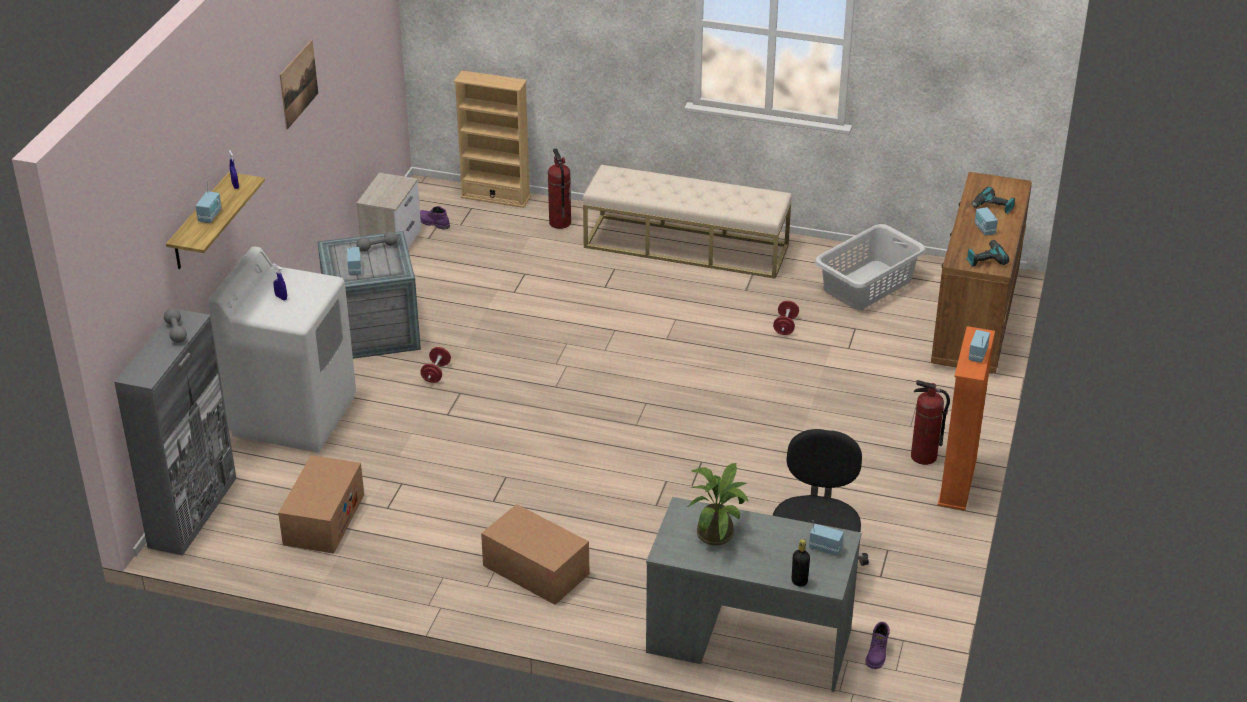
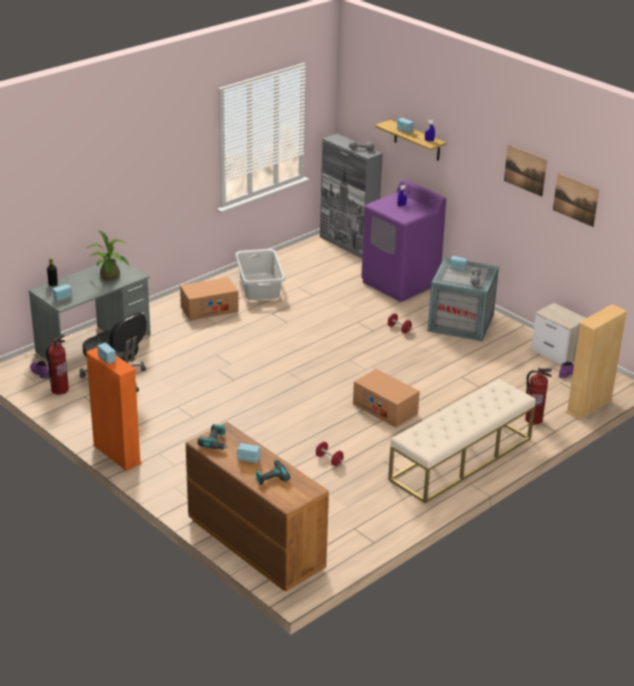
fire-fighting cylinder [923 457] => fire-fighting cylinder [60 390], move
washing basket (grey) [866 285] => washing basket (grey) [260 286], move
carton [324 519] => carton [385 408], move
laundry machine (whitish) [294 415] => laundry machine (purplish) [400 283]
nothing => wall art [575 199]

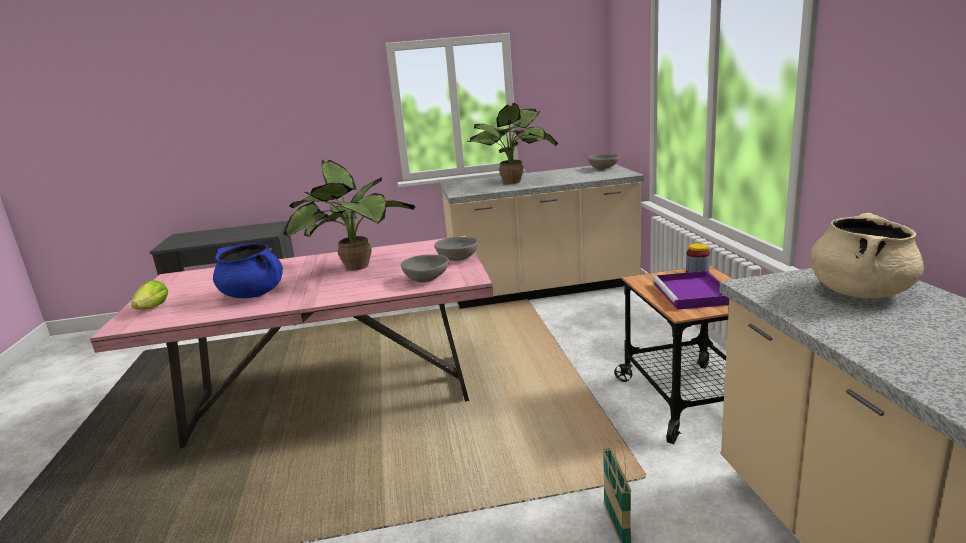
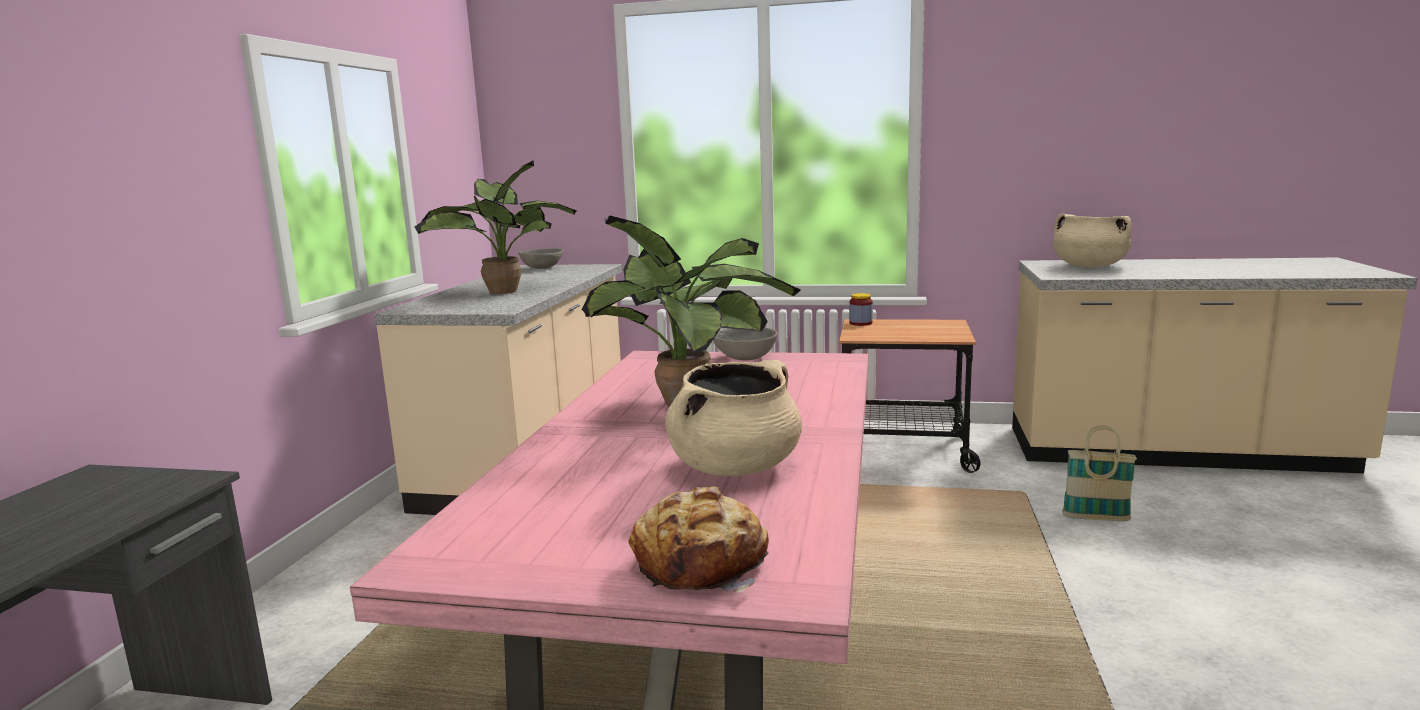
lettuce [151 309] => baked bread [702 563]
stockpot (blue-coloured) [253 294] => stockpot (beige-coloured) [735 467]
bowl (grey) [426 279] => nothing
serving tray (purplish) [693 294] => nothing

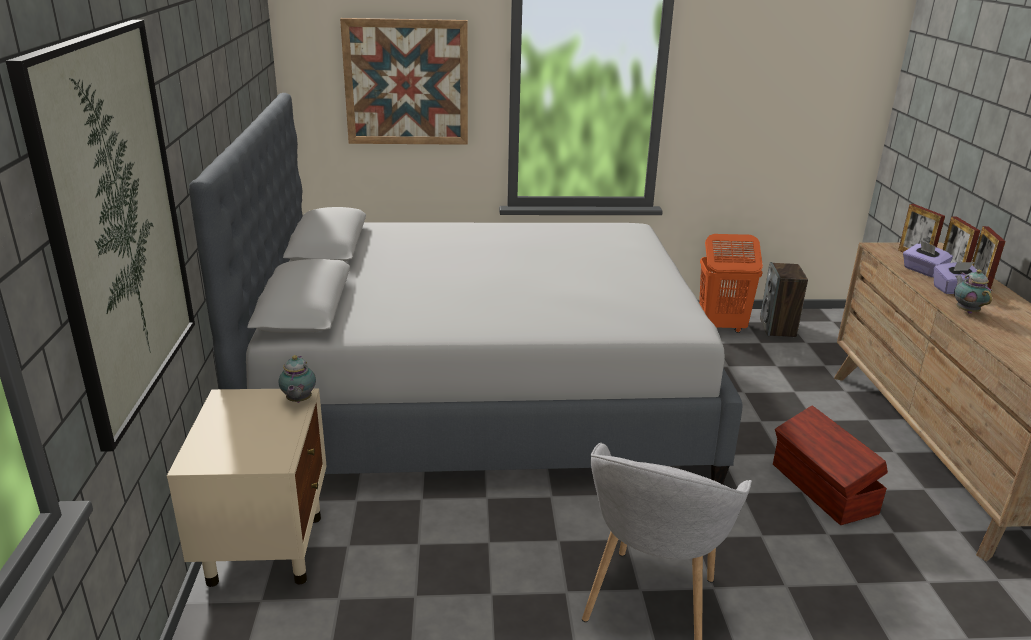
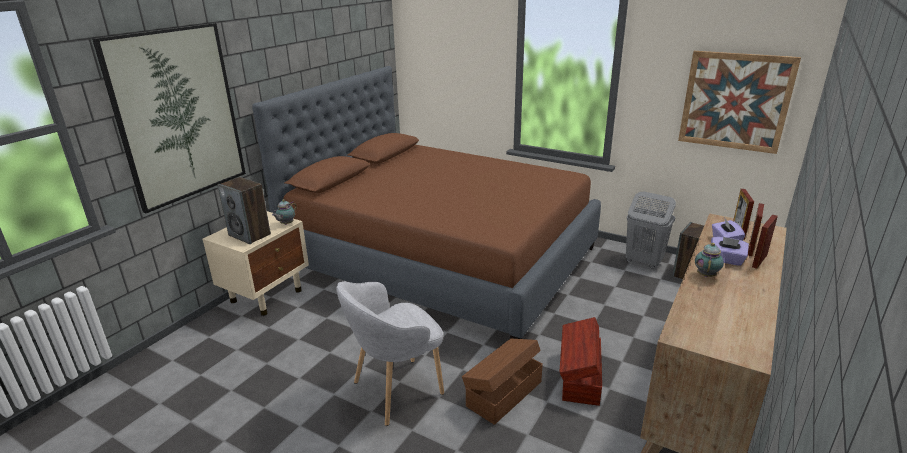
nothing => loudspeaker [250 235]
bed (grey) [481 394] => bed (brownish) [442 258]
nothing => storage bin (brownish) [502 393]
washing basket (orange-coloured) [720 327] => washing basket (grey) [643 262]
wall art [406 83] => wall art [735 101], move

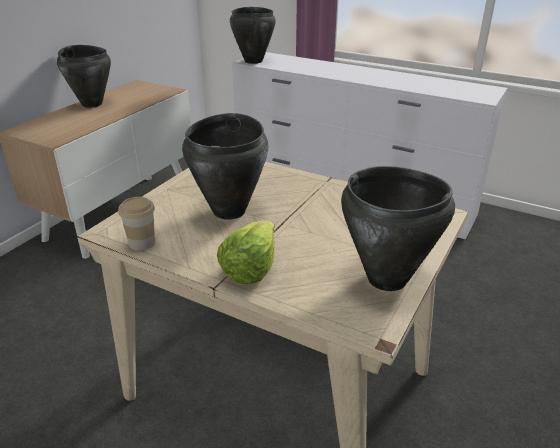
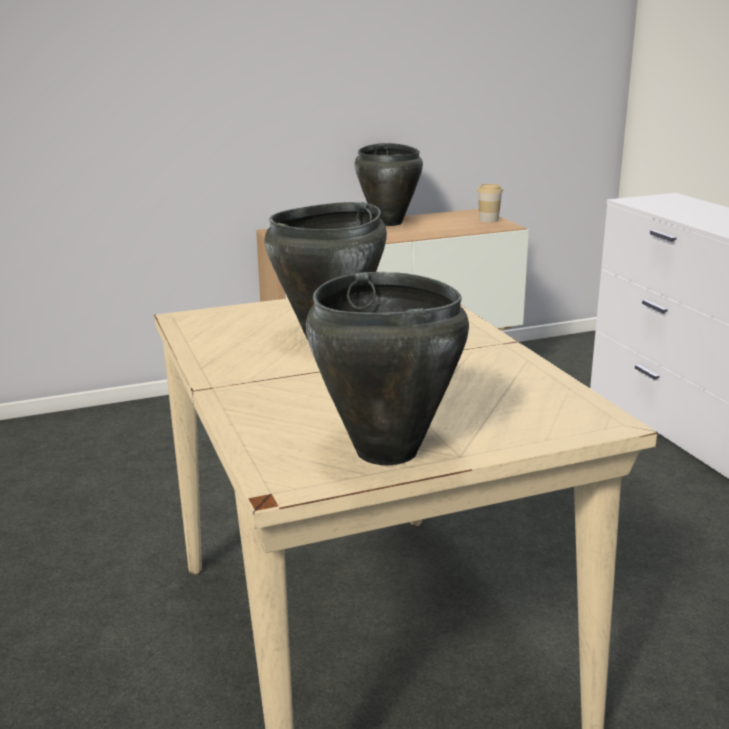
cup [142 243] => cup [488 220], move
lettuce [250 267] => nothing
stockpot (black) [253 61] => nothing

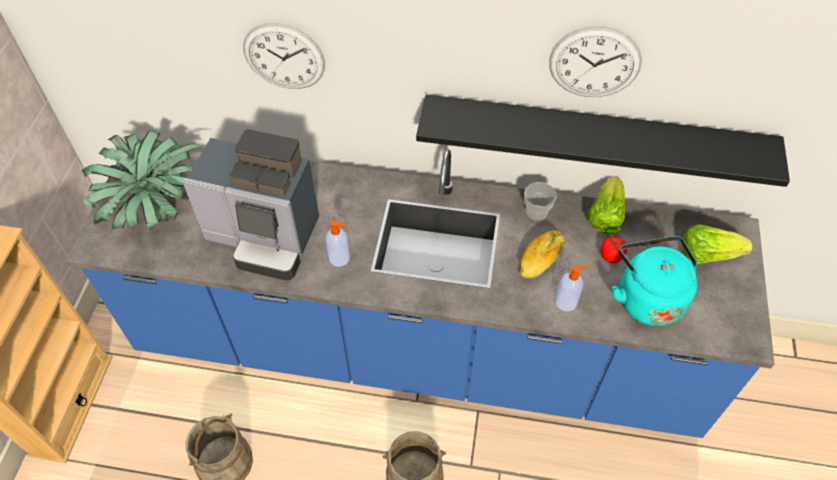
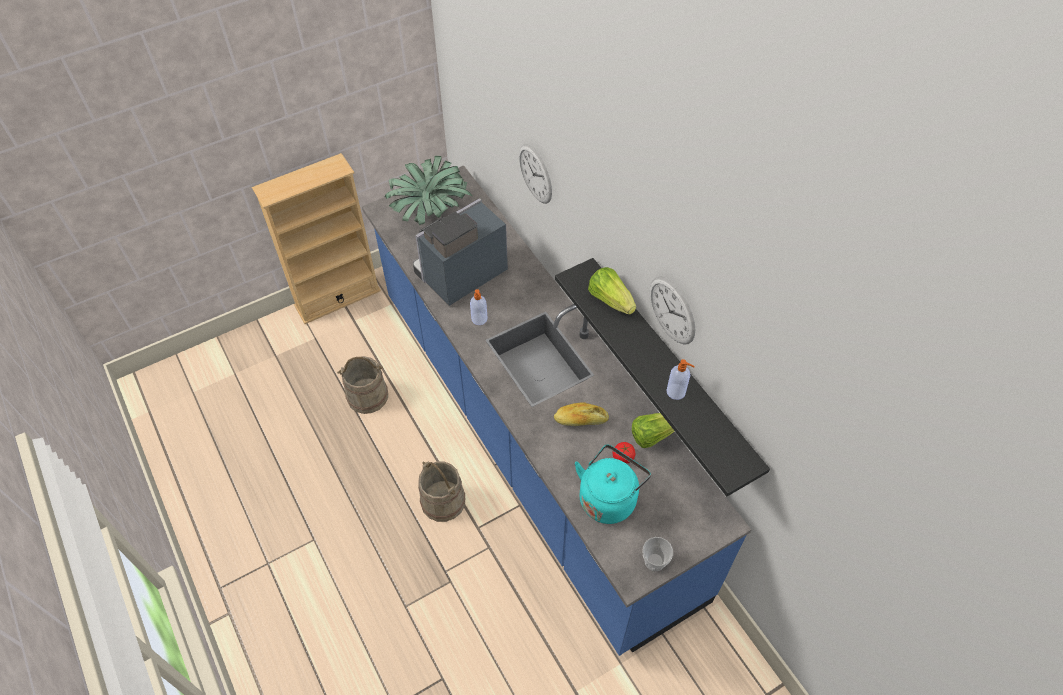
coffee machine [265 237] => coffee machine [459 275], 75 degrees clockwise
lettuce [707 255] => lettuce [610 300], move
cup [536 212] => cup [654 561], move
liquid soap bottle [566 302] => liquid soap bottle [676 392], move

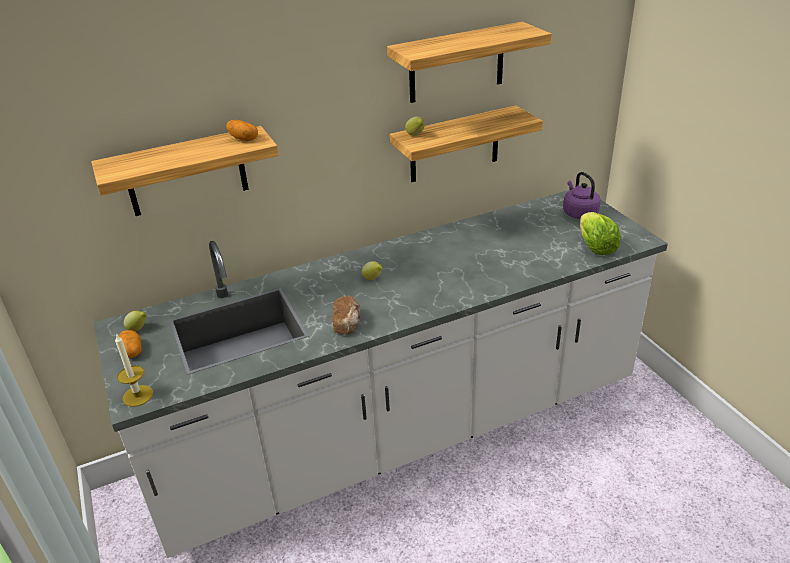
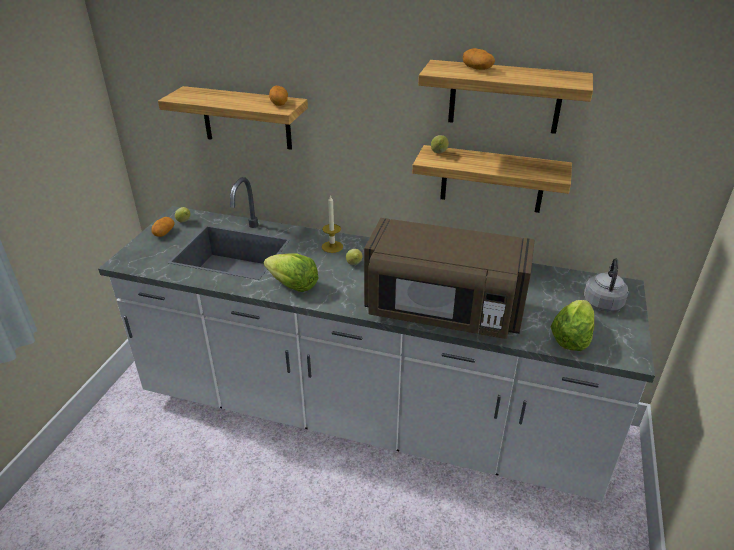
baked bread [347 323] => lettuce [292 285]
candle [138 396] => candle [332 247], move
nothing => microwave (brownish) [442 311]
nothing => whole potato [477 69]
kettle (purplish) [579 213] => kettle (grey) [603 302]

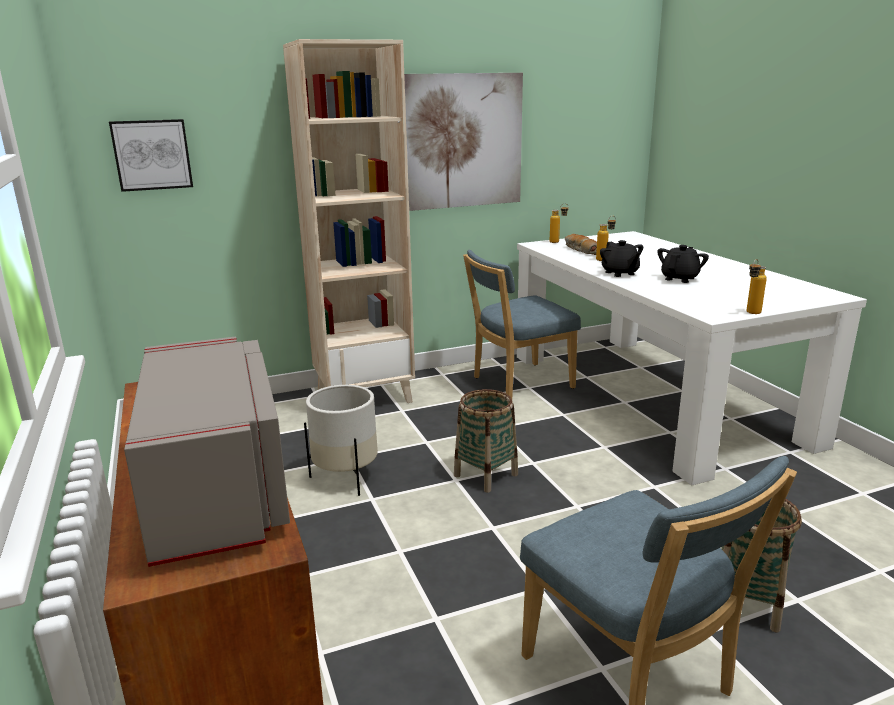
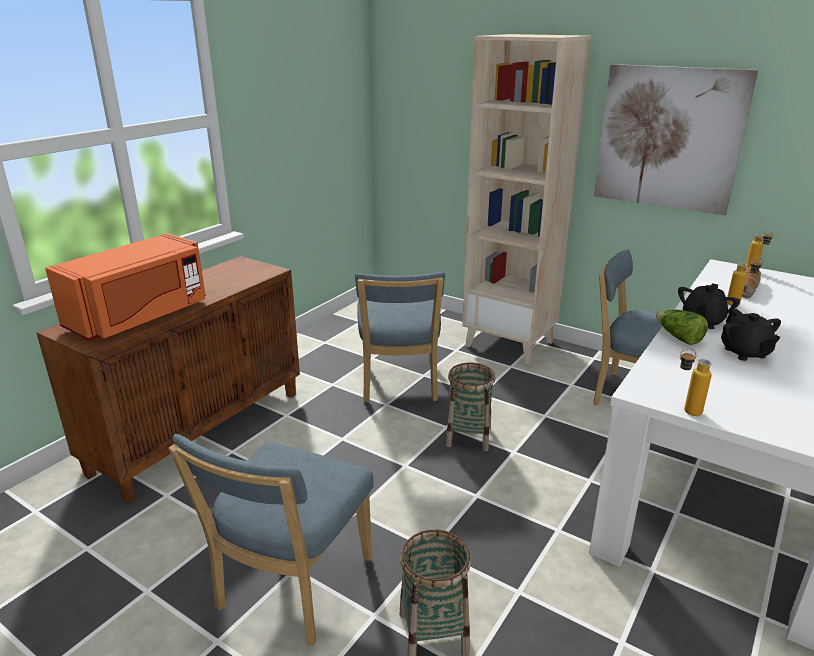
microwave (grey) [218 490] => microwave (orange-coloured) [140 316]
planter (whitish) [346 477] => plain chair (blue-coloured) [399 385]
nothing => lettuce [678 337]
tea pot (black) [680 278] => tea pot (black) [744 353], 75 degrees clockwise
wall art [152 155] => nothing

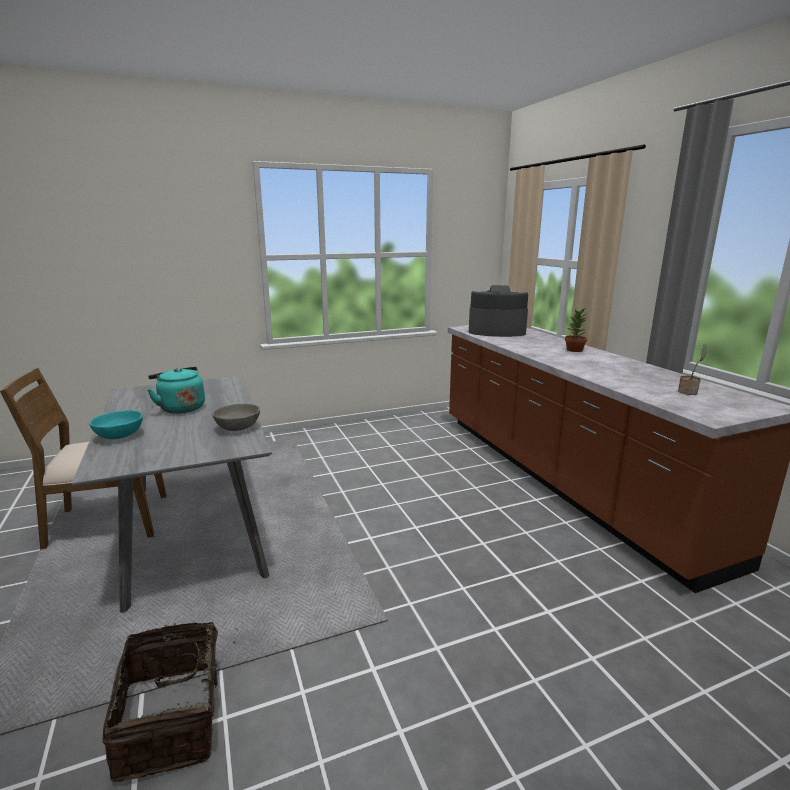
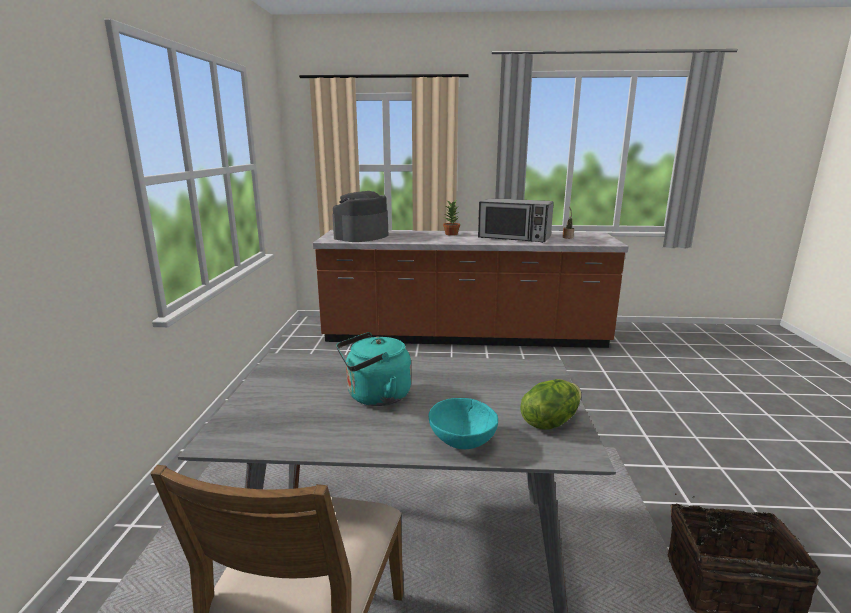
nothing => microwave [514 238]
nothing => lettuce [549 421]
bowl (grey) [238 428] => nothing

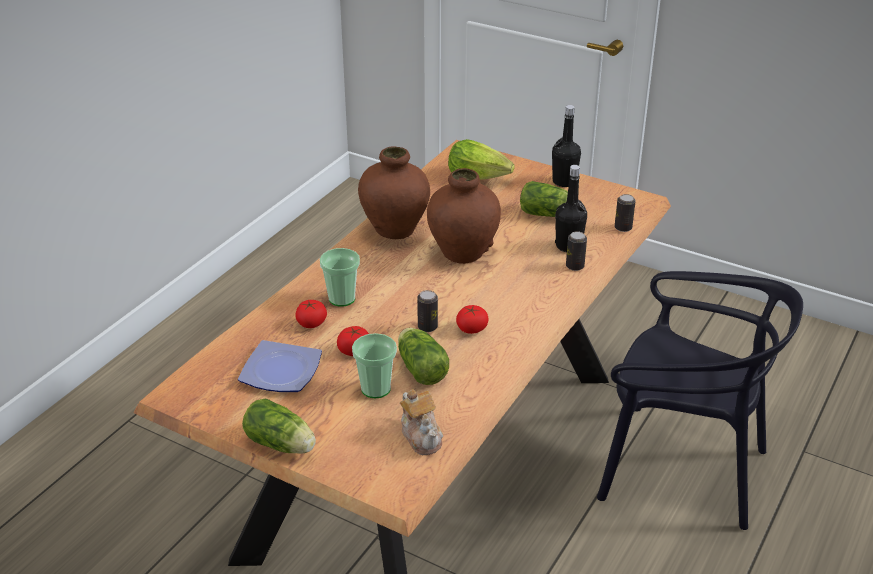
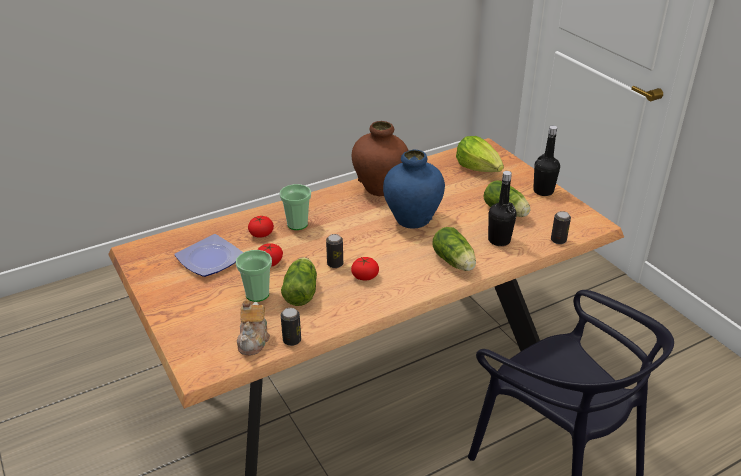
sealed can [575 266] => sealed can [292 340], move
decorative vase (brownish) [462 253] => decorative vase (blue-coloured) [412 220]
lettuce [282 445] => lettuce [455 263], move

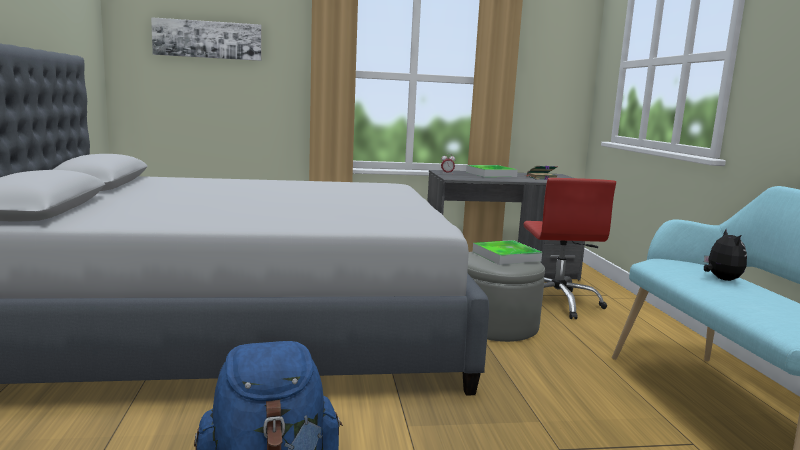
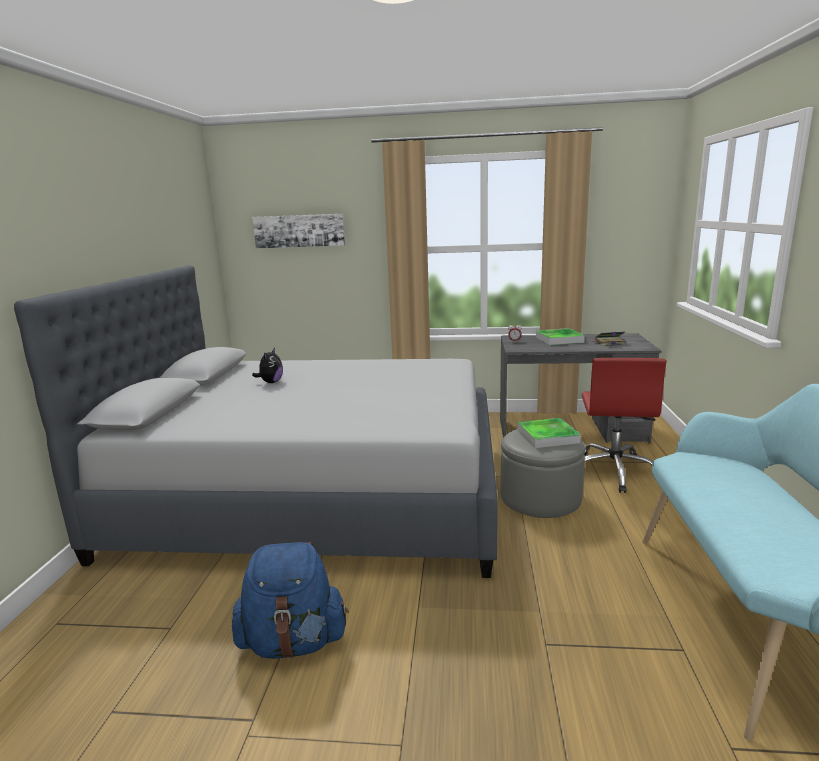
plush toy [721 279] => plush toy [271 382], move

